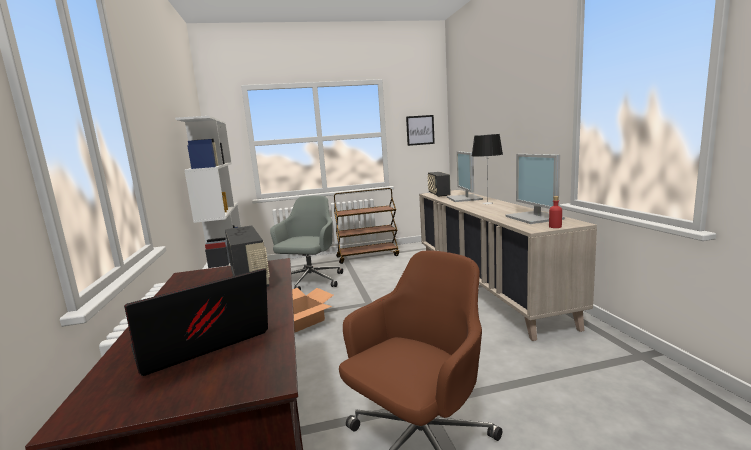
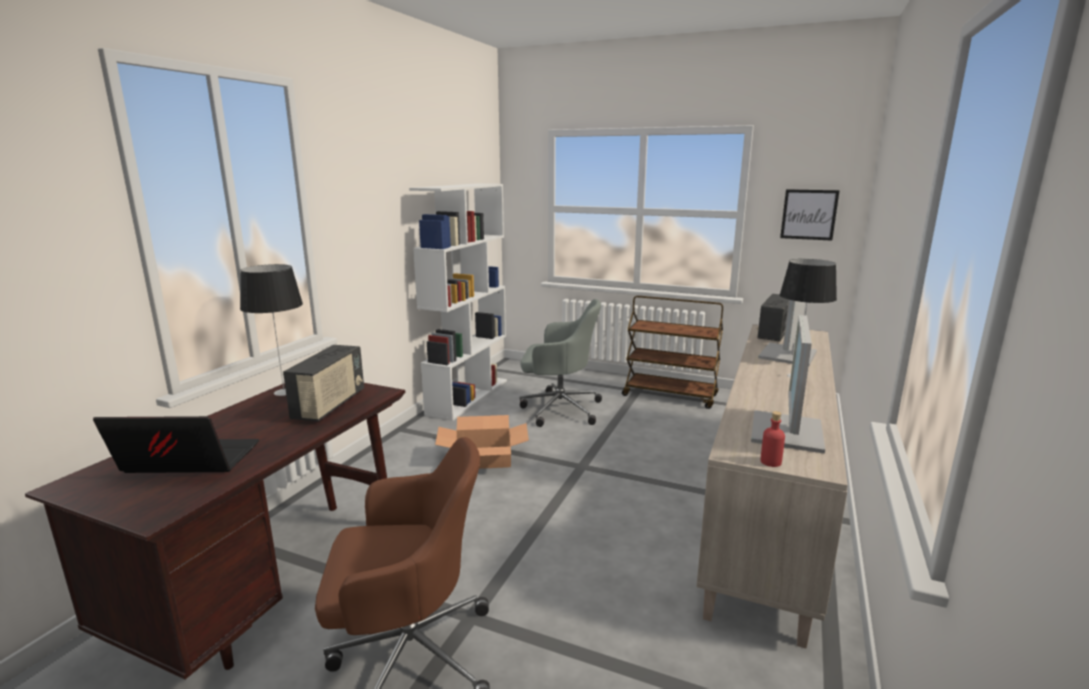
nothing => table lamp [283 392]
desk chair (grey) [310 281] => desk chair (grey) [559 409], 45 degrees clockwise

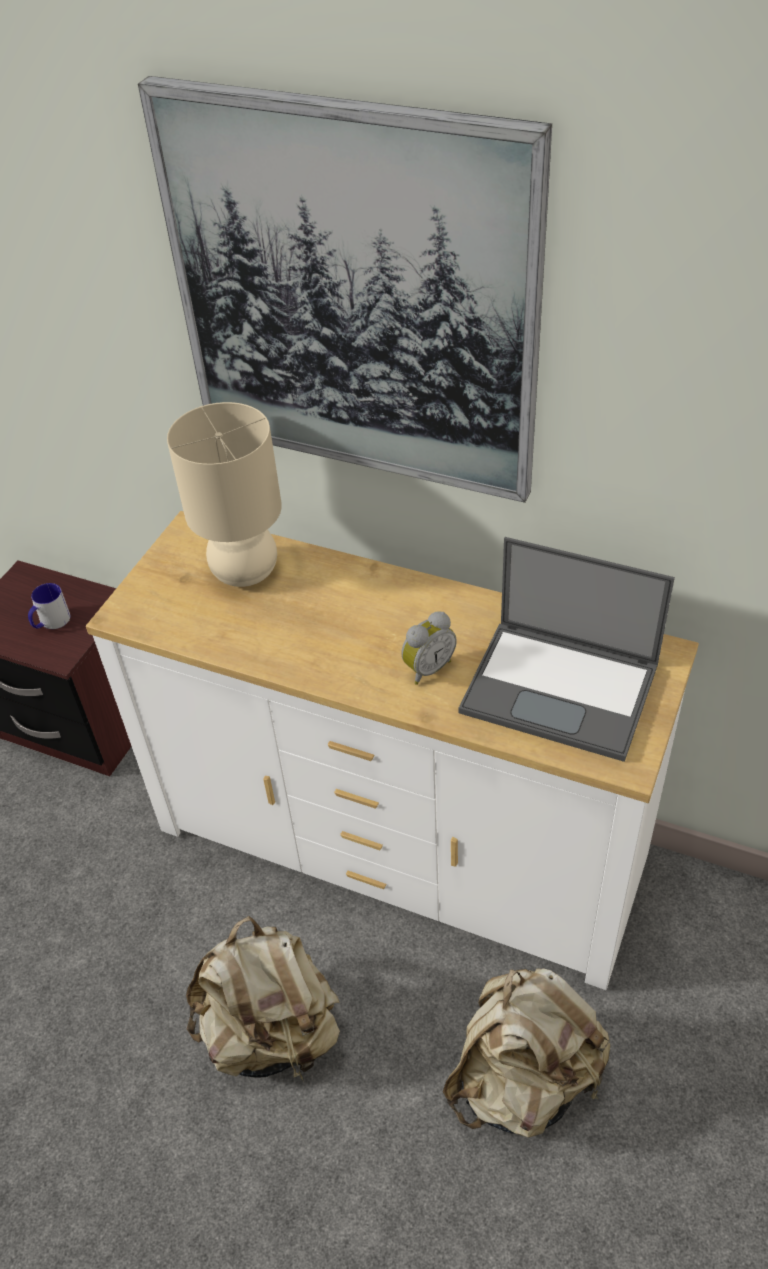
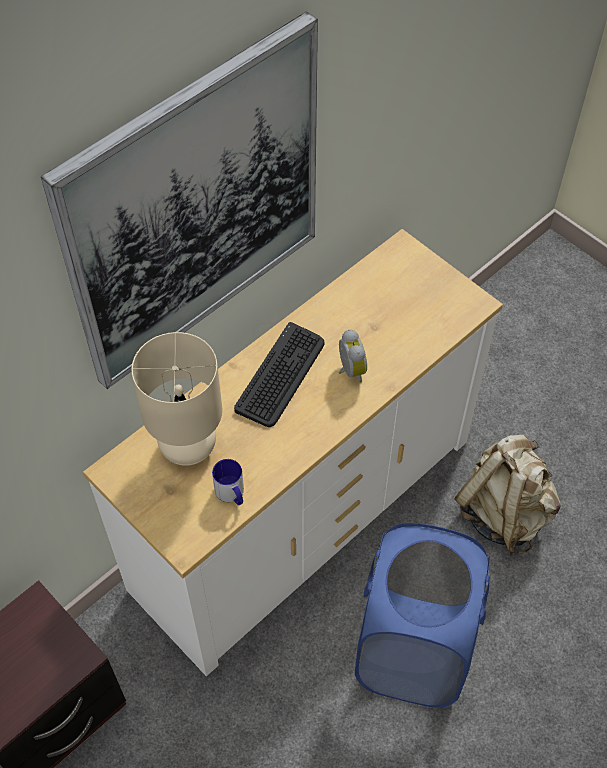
tea mug [51 622] => tea mug [232 494], move
nothing => keyboard [281 375]
knapsack (beige-coloured) [271 1033] => washing basket (blue-coloured) [412 649]
notebook computer [562 688] => nothing

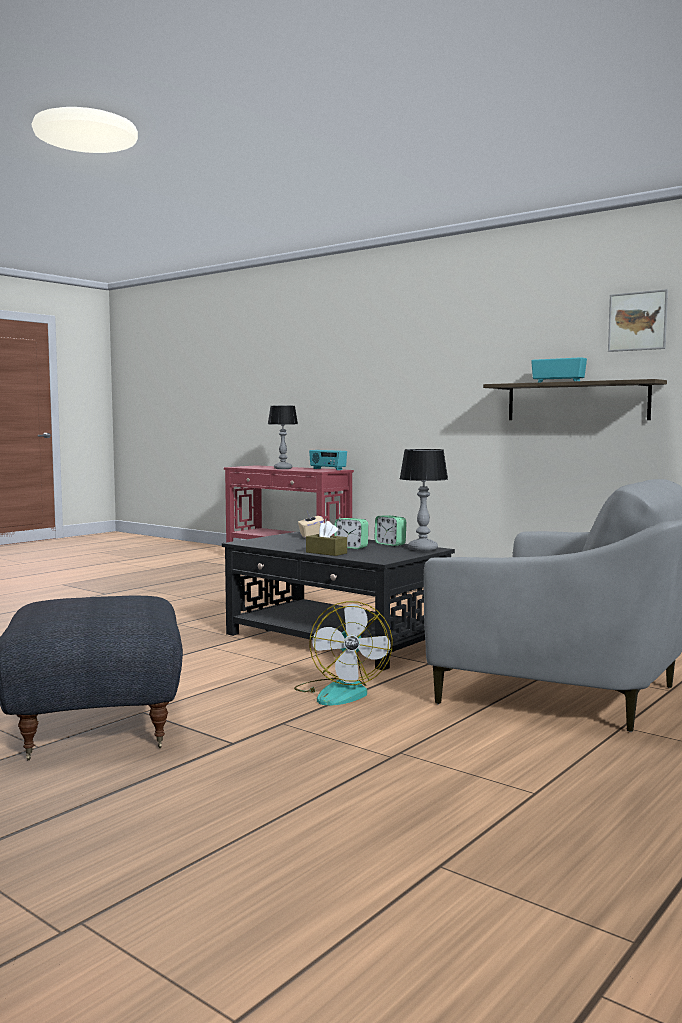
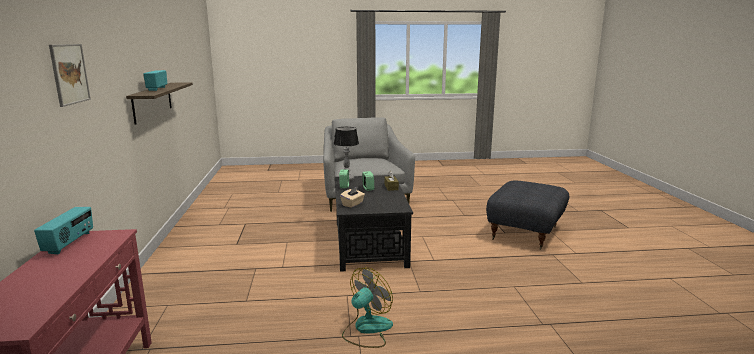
wall art [637 321] => wall art [69 74], move
electric fan [340 692] => electric fan [367 329], move
table lamp [283 468] => nothing

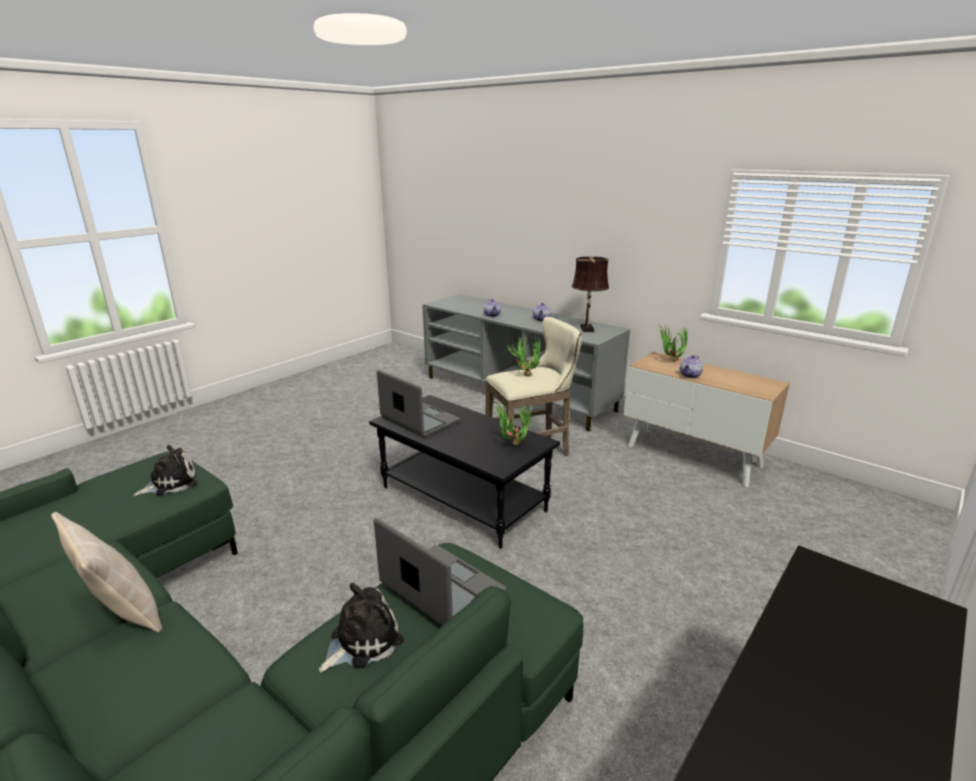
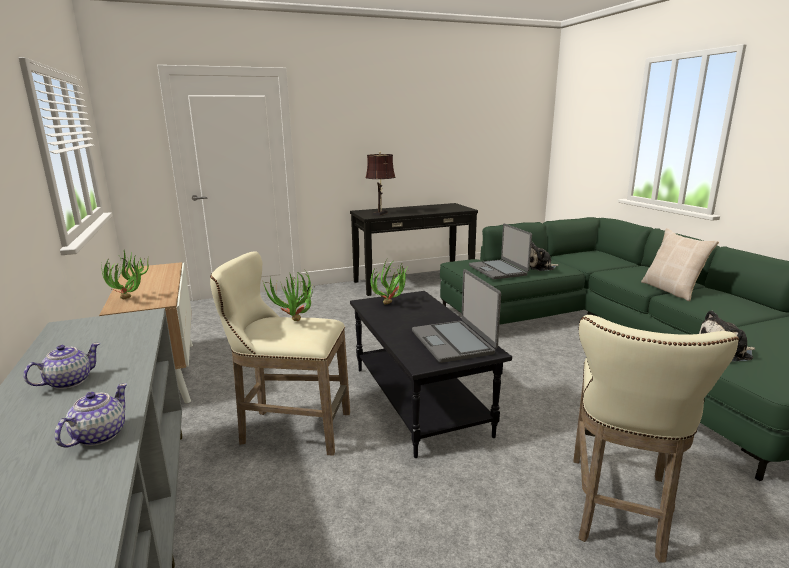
table lamp (brownish) [587 329] => table lamp (brownish) [381 213], move
nothing => sitting stool (beige-coloured) [617 510]
tea pot [690 375] => nothing

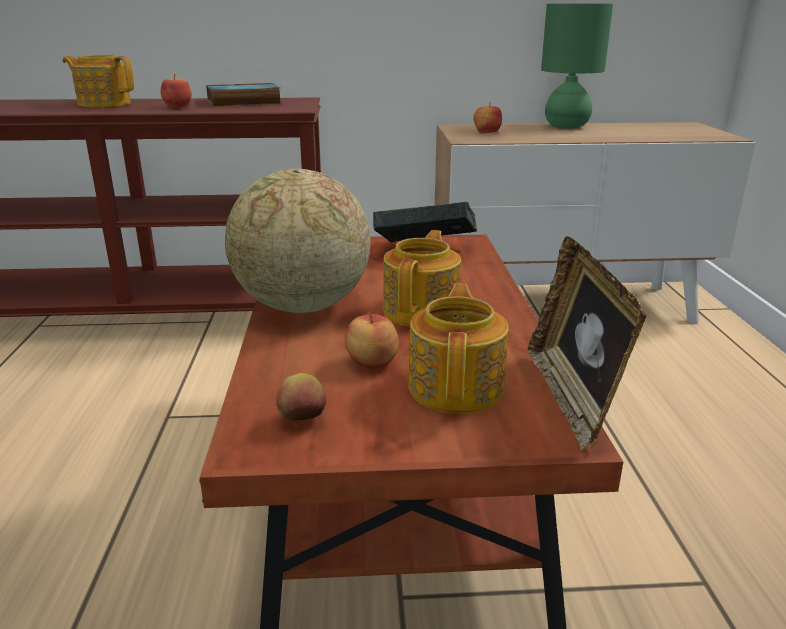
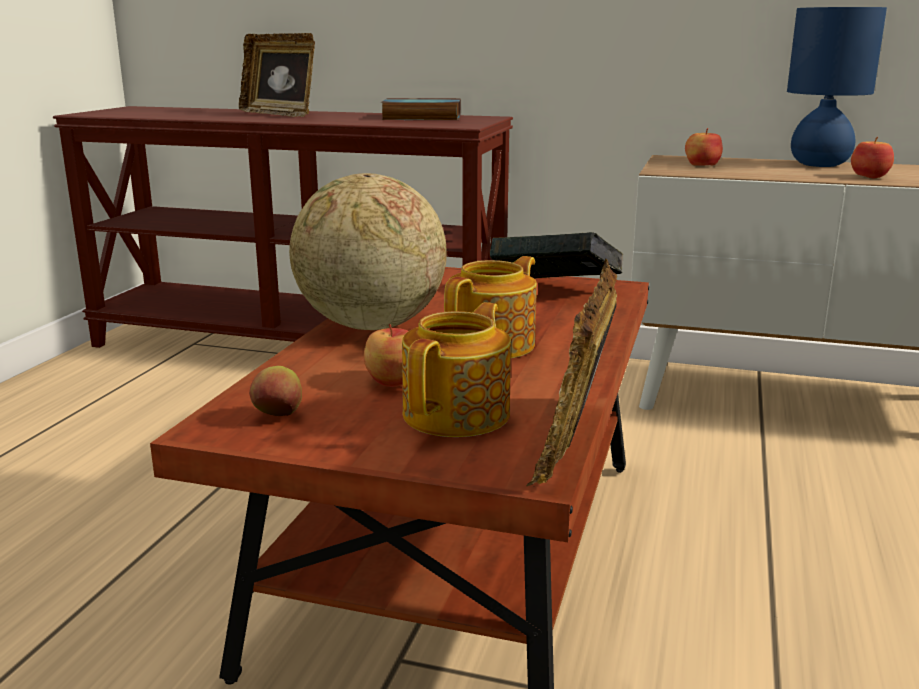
tea pot [104 104] => photo frame [280 114]
table lamp (greenish) [566 126] => table lamp (blue-coloured) [819 164]
apple fruit [178 106] => apple fruit [870 176], move

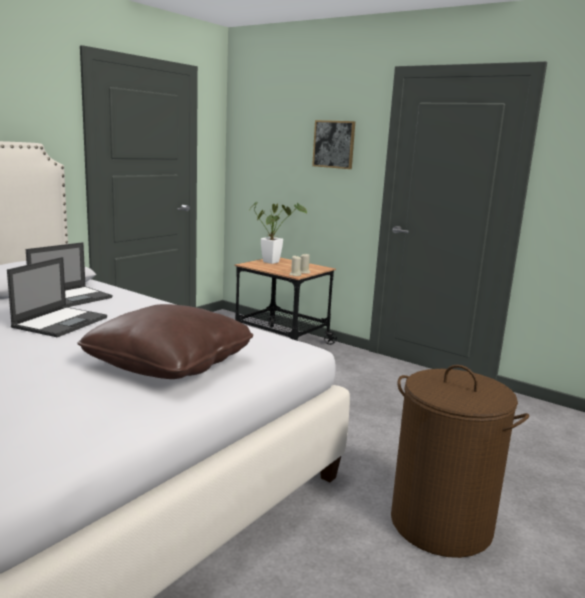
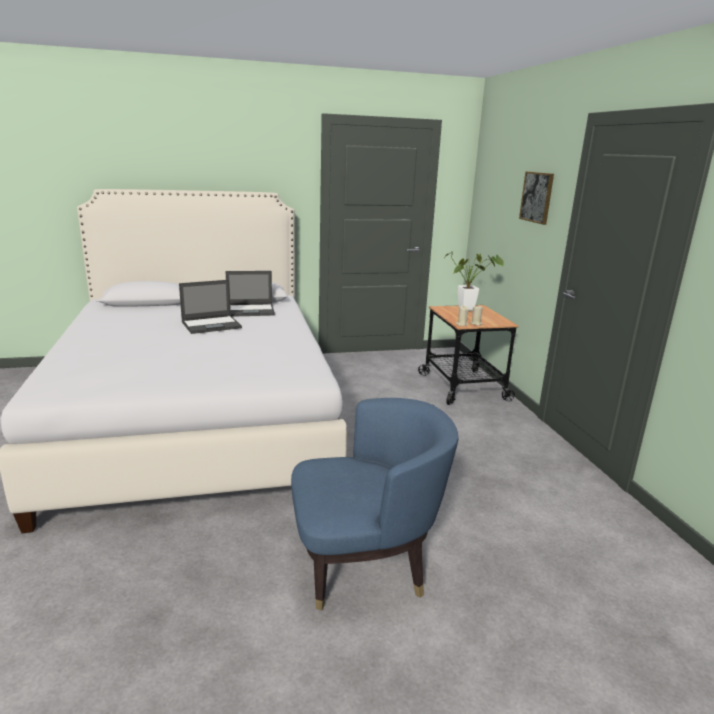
washing basket (brownish) [441 524] => lounge chair (blue-coloured) [364 565]
cushion (brownish) [169 364] => nothing

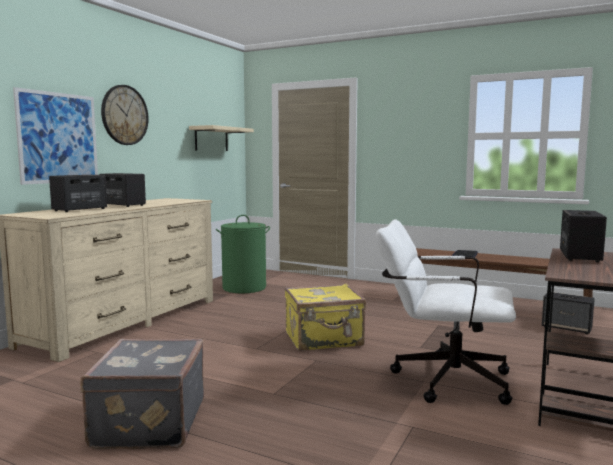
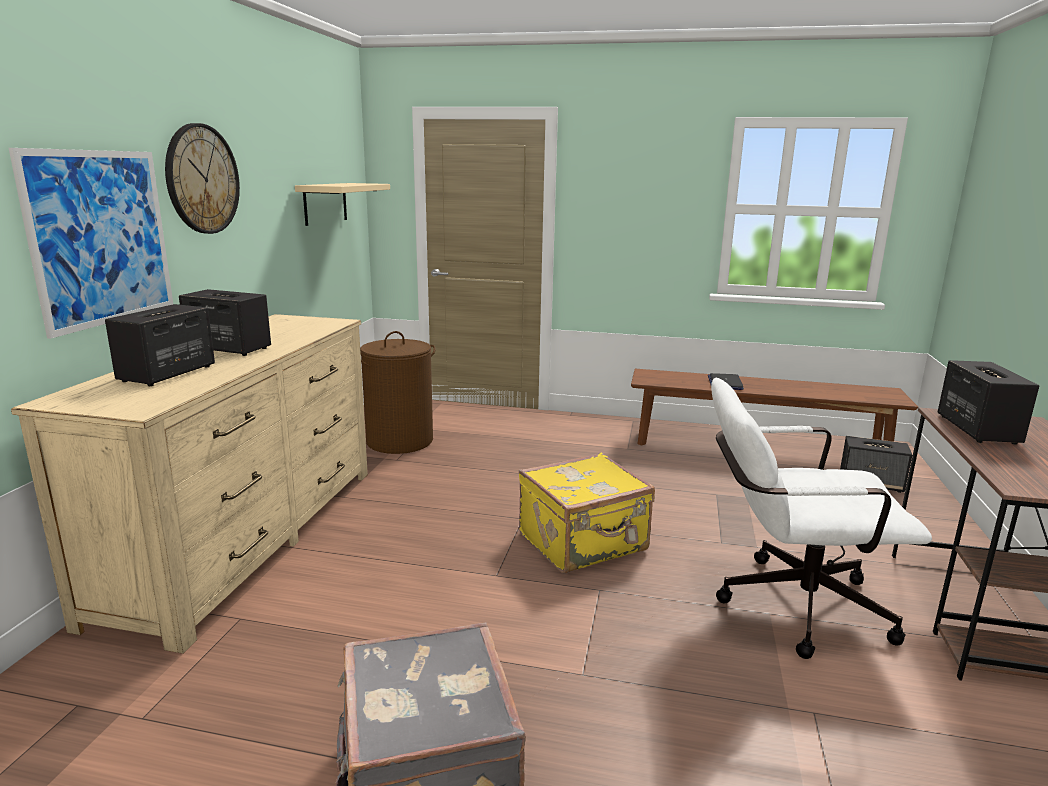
washing basket (greenish) [244 288] => washing basket (brownish) [399 441]

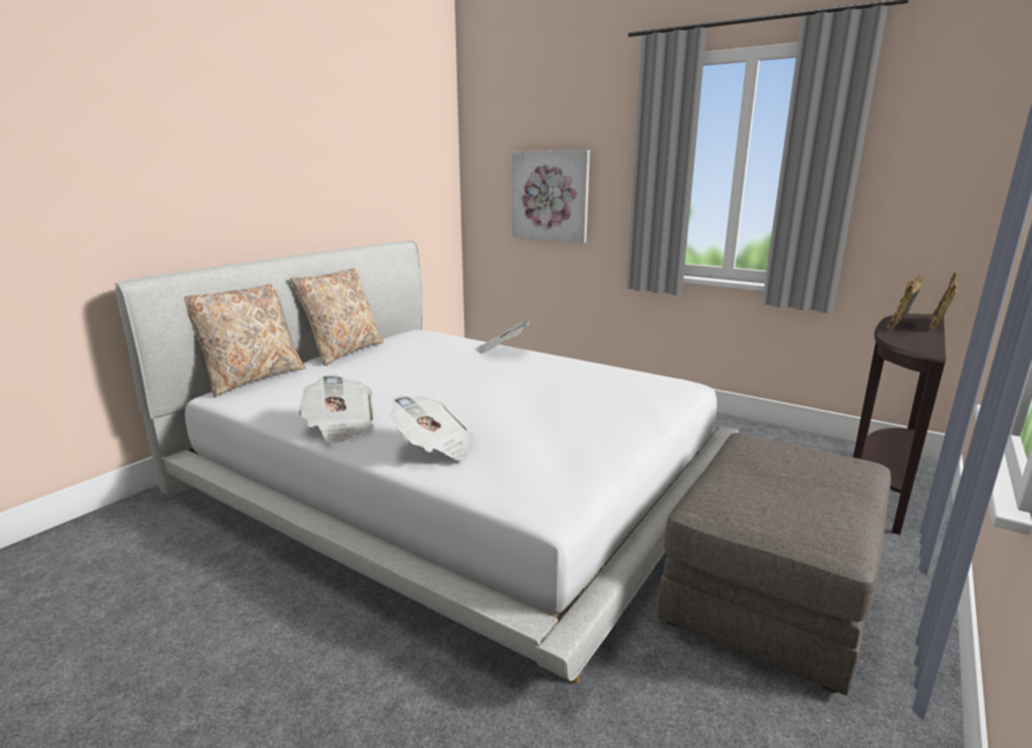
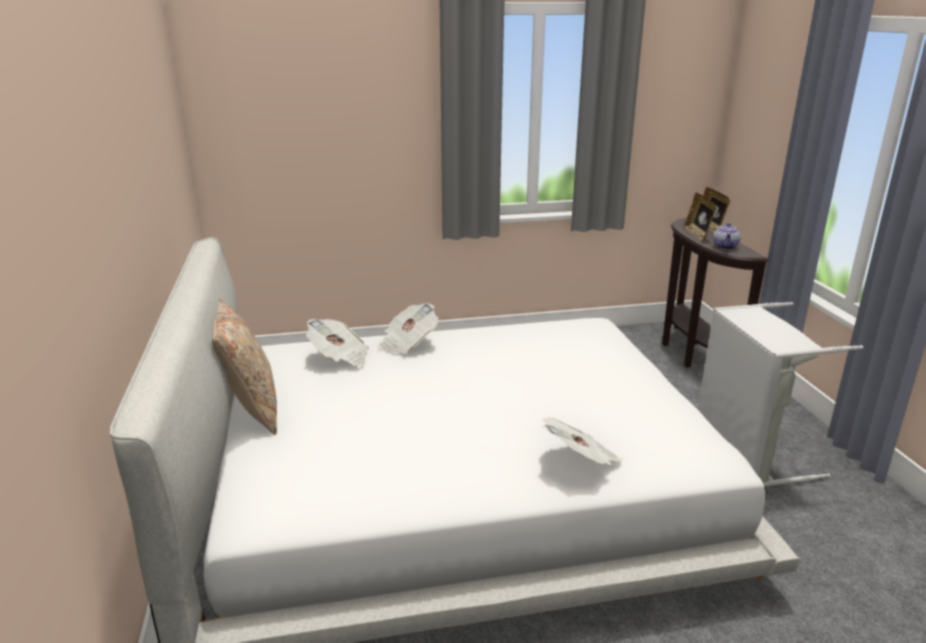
printed paper [339 427] => printed paper [340 357], move
footrest (grey) [770 589] => washing basket (grey) [745 454]
nothing => tea pot [725 247]
cushion (beige-coloured) [252 378] => nothing
wall art [550 196] => nothing

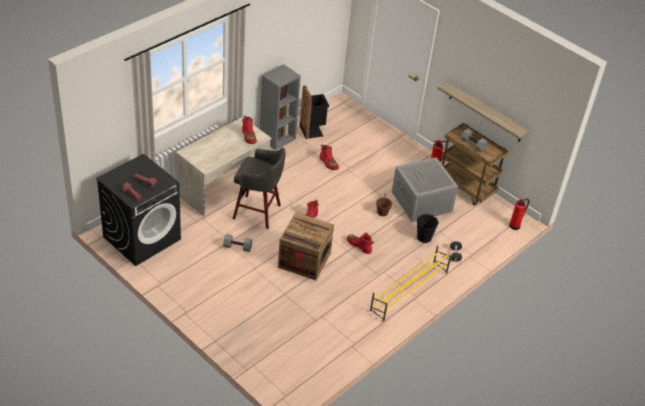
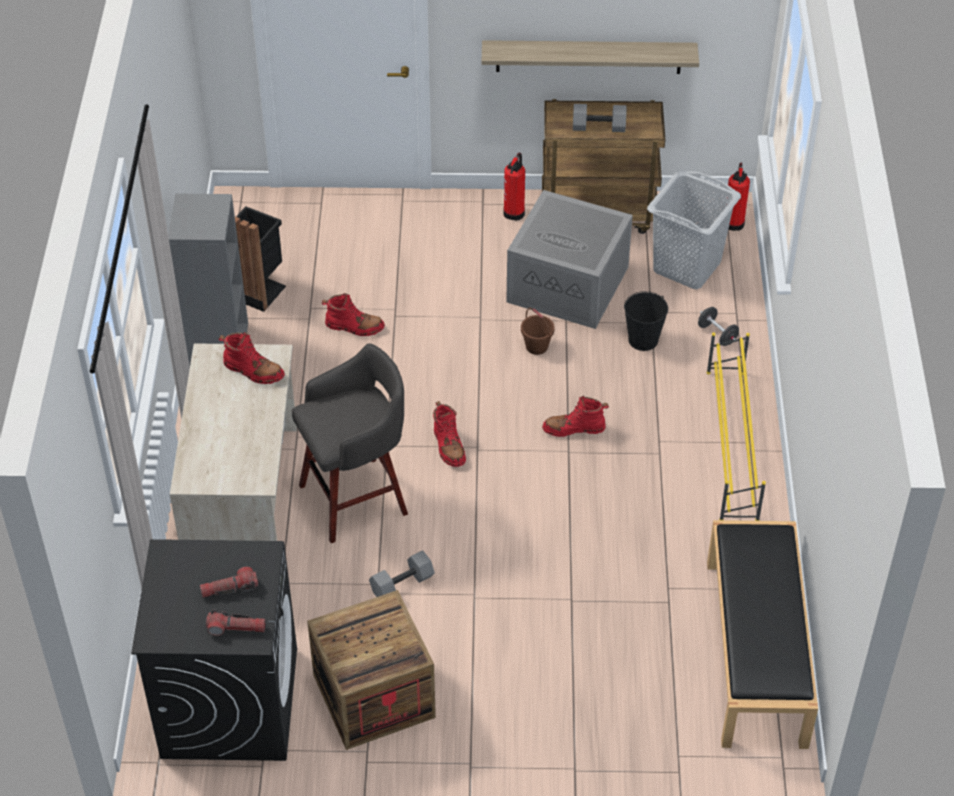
packing crate [304 260] => packing crate [374 696], move
nothing => washing basket (grey) [687 266]
nothing => long seat (black) [756 653]

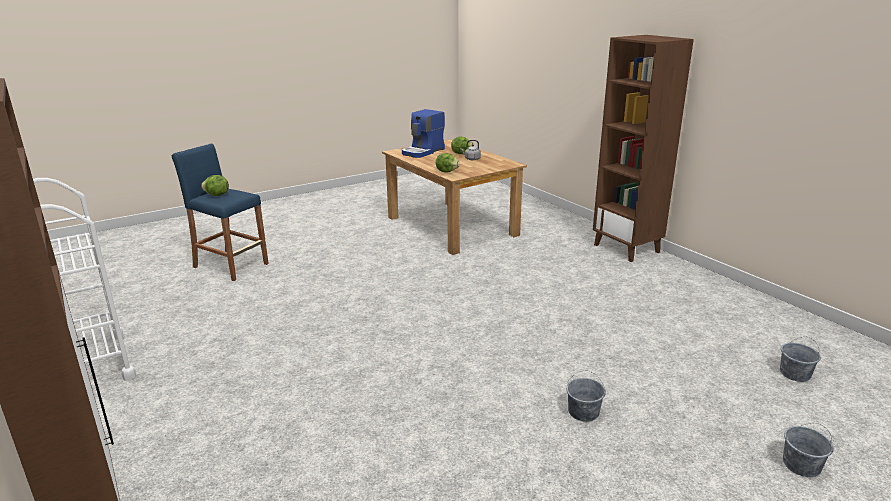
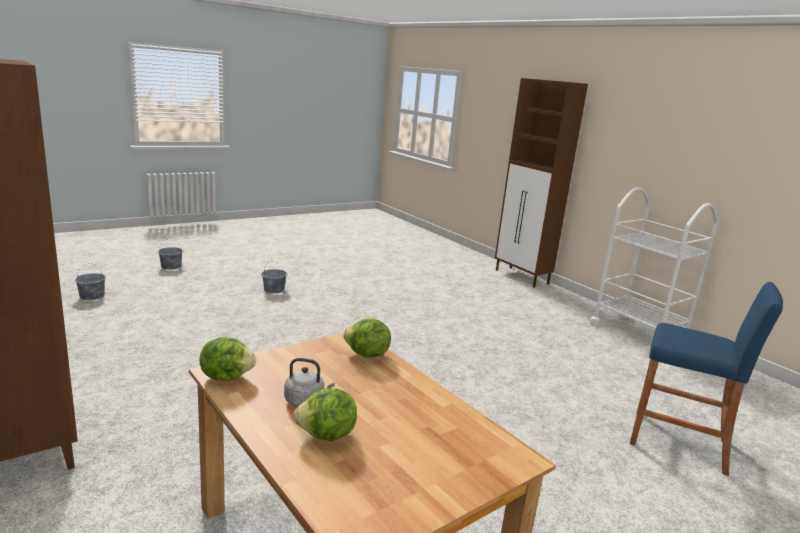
lettuce [216 195] => lettuce [226 376], move
coffee machine [423 151] => nothing

